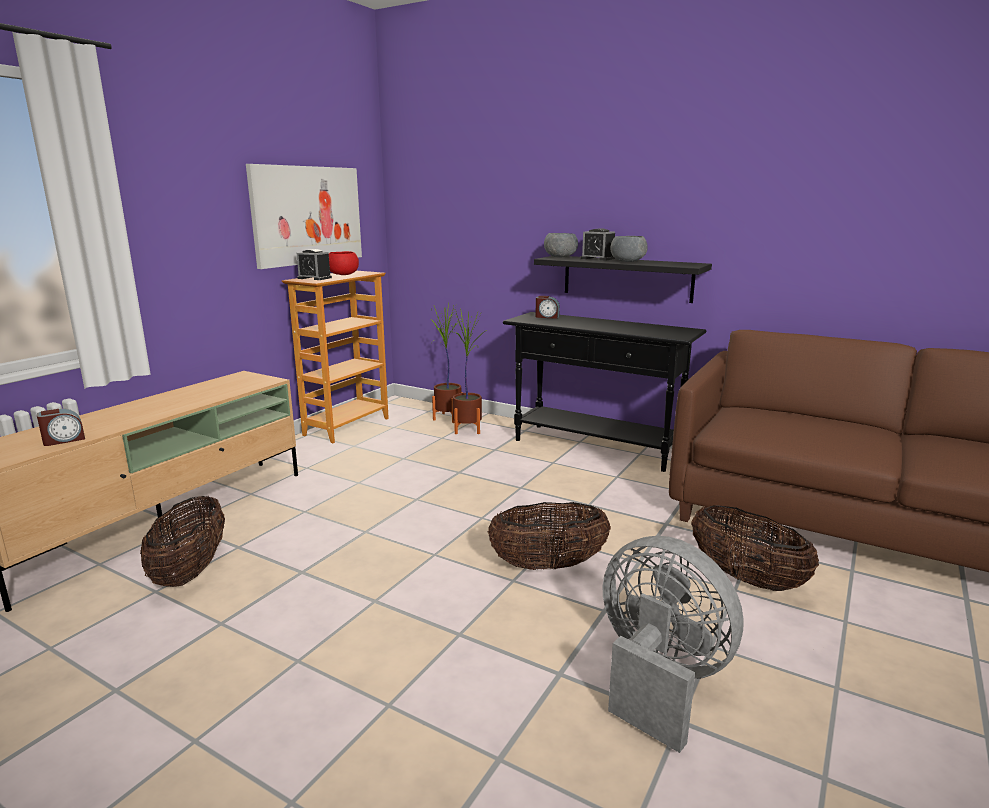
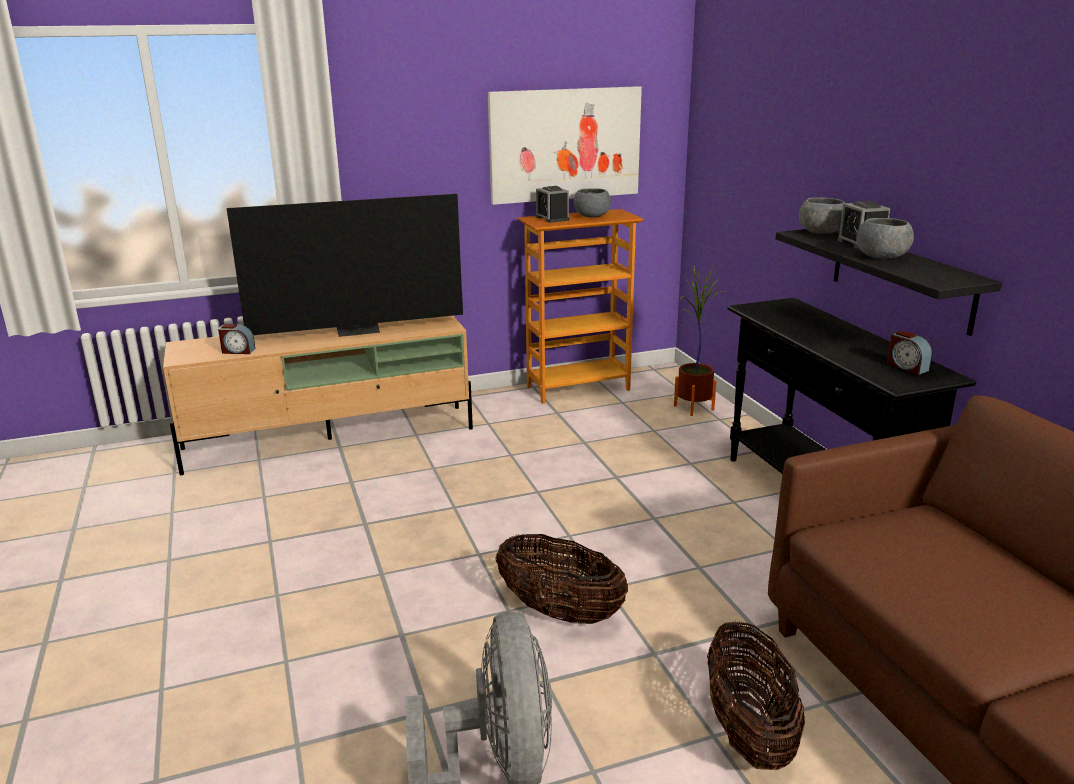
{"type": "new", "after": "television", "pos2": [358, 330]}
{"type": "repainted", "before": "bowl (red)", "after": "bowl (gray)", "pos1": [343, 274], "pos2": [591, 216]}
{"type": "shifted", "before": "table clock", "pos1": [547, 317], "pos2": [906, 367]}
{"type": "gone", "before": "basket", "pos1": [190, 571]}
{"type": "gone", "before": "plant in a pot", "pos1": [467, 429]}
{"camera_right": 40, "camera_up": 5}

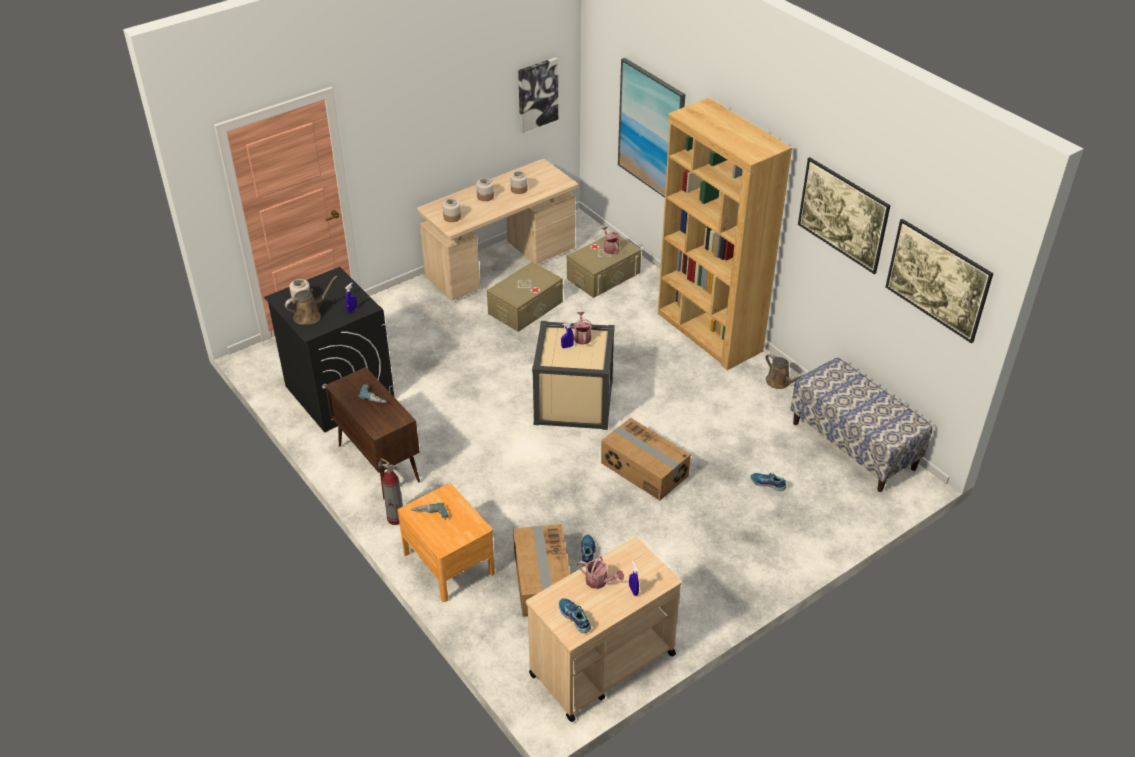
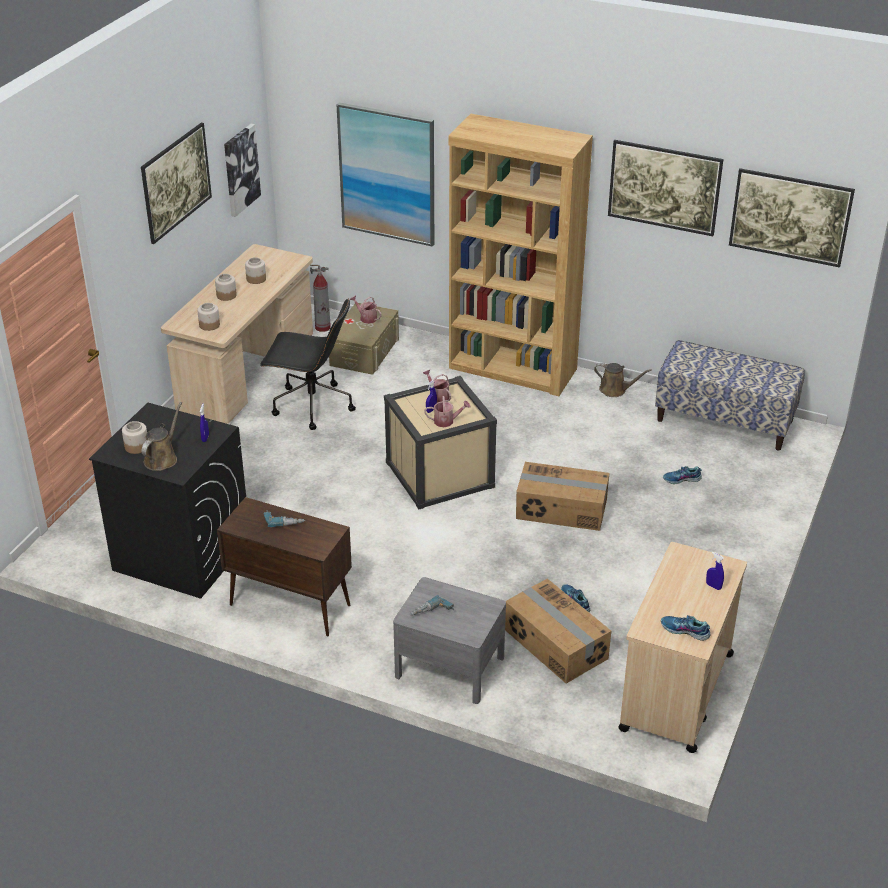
{"type": "new", "after": "wall picture", "pos2": [178, 201]}
{"type": "swapped", "before": "storage box (beige-coloured)", "after": "desk chair (blackish)", "pos1": [525, 308], "pos2": [311, 406]}
{"type": "shifted", "before": "extinguisher", "pos1": [396, 518], "pos2": [323, 327]}
{"type": "repainted", "before": "night table (brown)", "after": "night table (gray)", "pos1": [448, 563], "pos2": [449, 667]}
{"type": "shifted", "before": "watering can", "pos1": [599, 581], "pos2": [447, 421]}
{"camera_right": -30, "camera_up": -5}

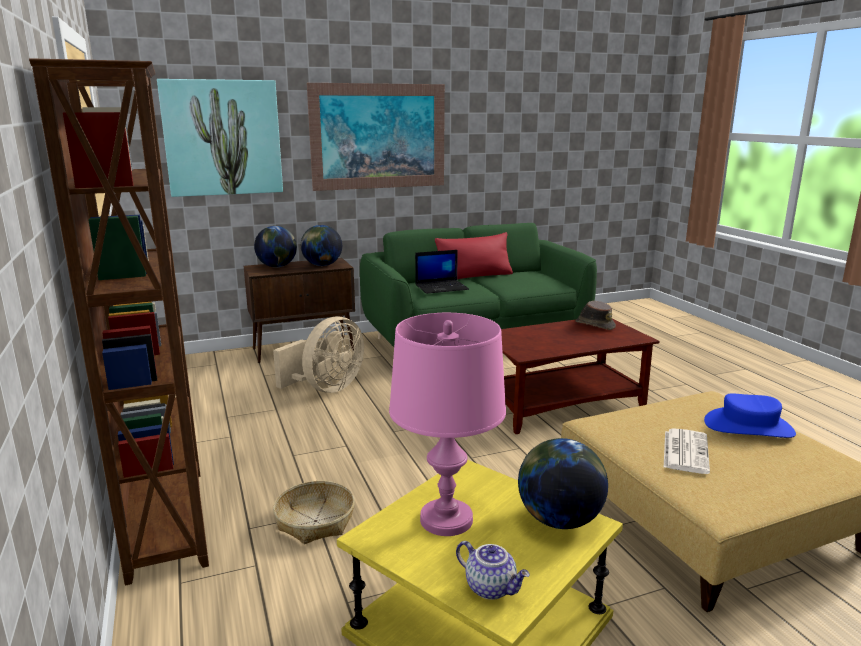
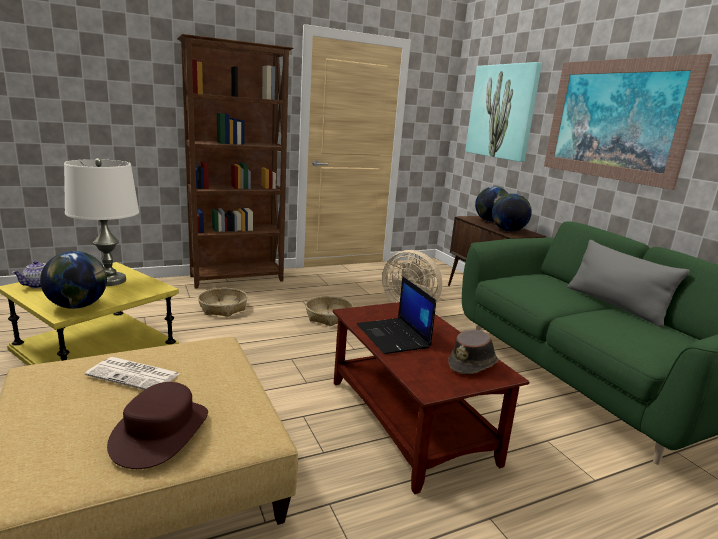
{"type": "repainted", "before": "tabletop lamp (pinkish)", "after": "tabletop lamp (white-coloured)", "pos1": [446, 520], "pos2": [109, 281]}
{"type": "repainted", "before": "wearable hat (blue)", "after": "wearable hat (brown)", "pos1": [748, 427], "pos2": [160, 432]}
{"type": "new", "after": "basket", "pos2": [329, 317]}
{"type": "shifted", "before": "laptop", "pos1": [442, 287], "pos2": [394, 336]}
{"type": "repainted", "before": "cushion (red)", "after": "cushion (gray)", "pos1": [474, 277], "pos2": [615, 305]}
{"camera_right": 85, "camera_up": 0}

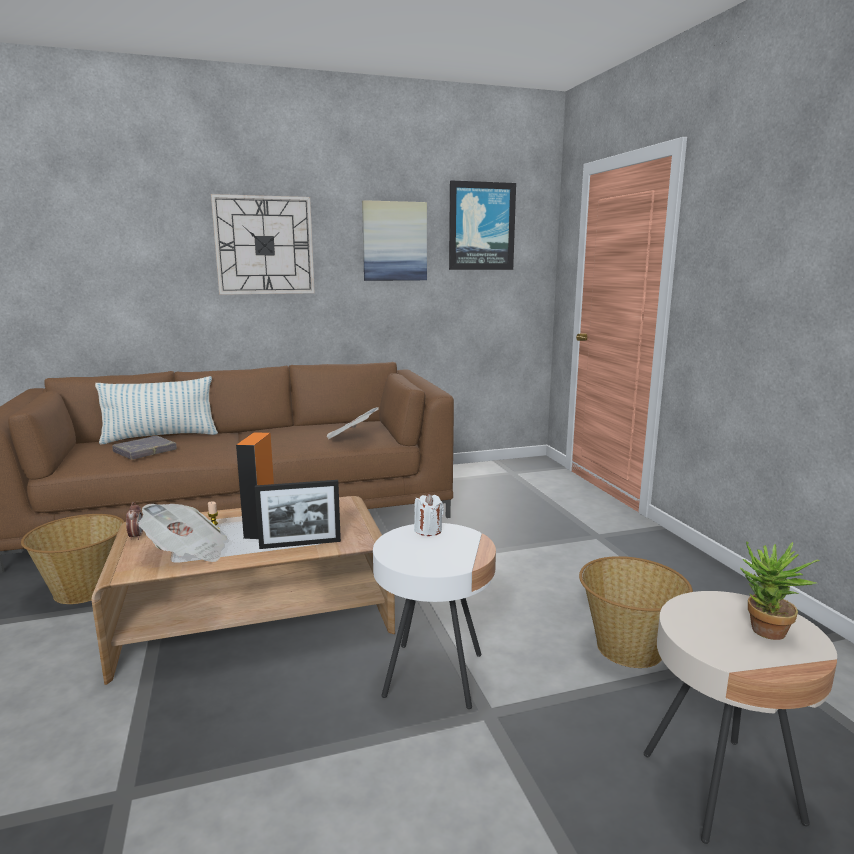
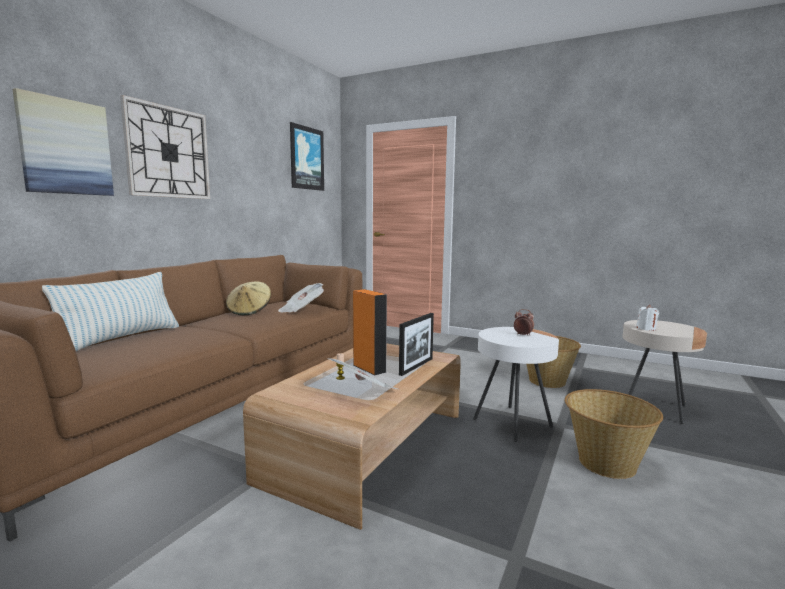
{"type": "shifted", "before": "wall picture", "pos1": [394, 241], "pos2": [66, 147]}
{"type": "new", "after": "wearable hat (beige-coloured)", "pos2": [249, 311]}
{"type": "shifted", "before": "table clock", "pos1": [136, 537], "pos2": [523, 335]}
{"type": "shifted", "before": "basket", "pos1": [83, 589], "pos2": [605, 463]}
{"type": "shifted", "before": "wax light (white-coloured)", "pos1": [428, 530], "pos2": [646, 328]}
{"type": "gone", "before": "bound book (gray)", "pos1": [145, 451]}
{"type": "gone", "before": "plant in a pot", "pos1": [765, 633]}
{"camera_right": -45, "camera_up": -5}

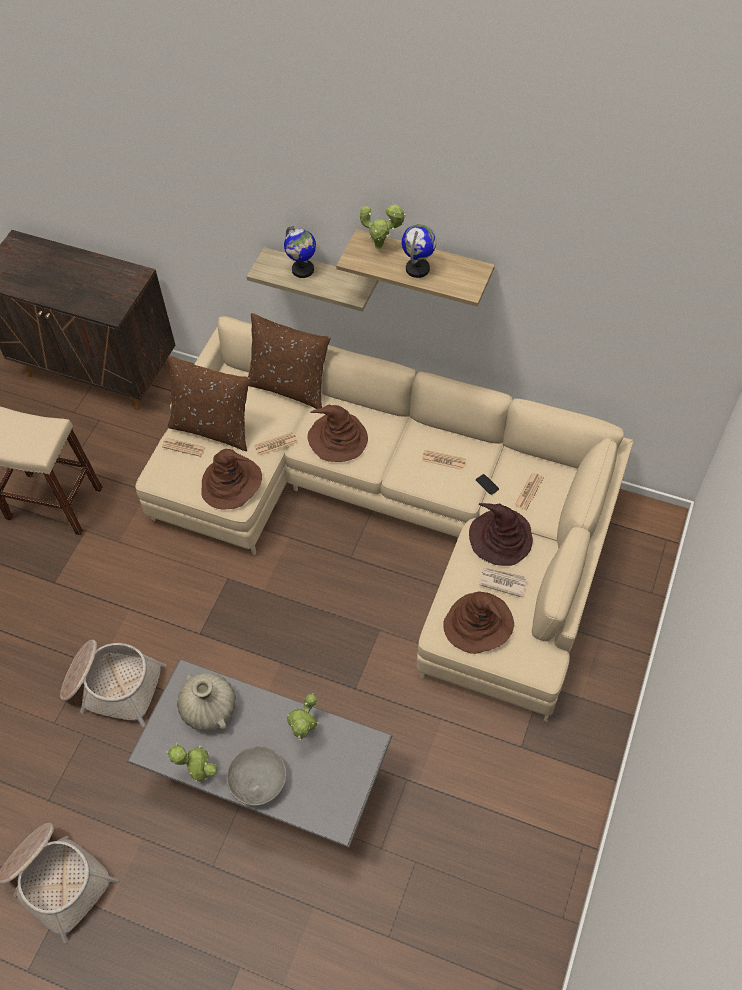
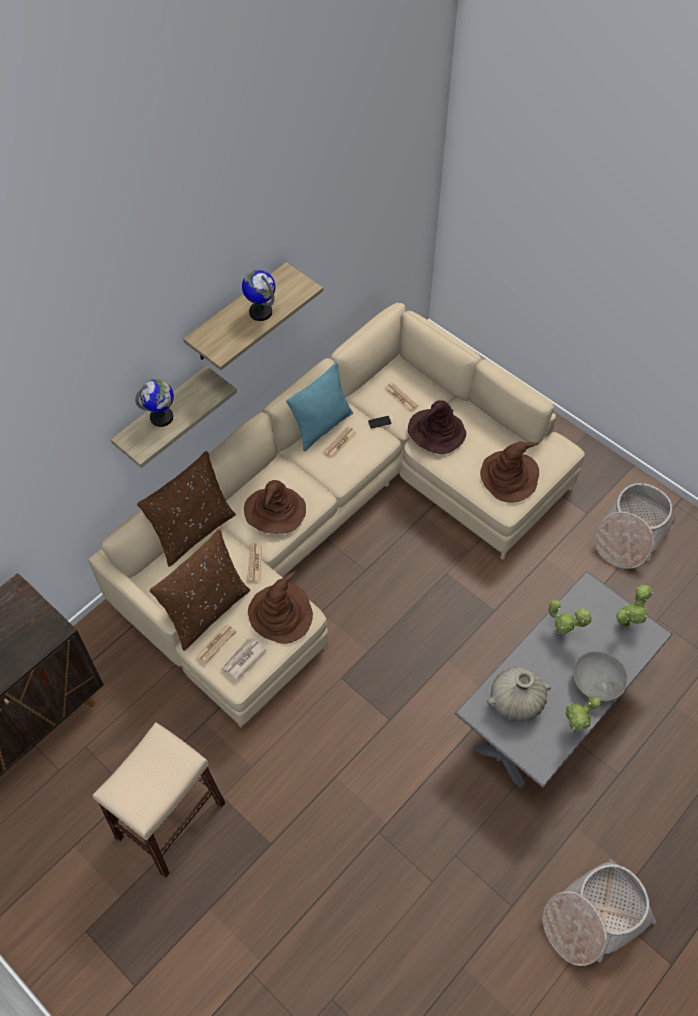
{"type": "shifted", "before": "newspaper", "pos1": [502, 582], "pos2": [243, 659]}
{"type": "new", "after": "cushion (blue-green)", "pos2": [322, 427]}
{"type": "shifted", "before": "basket", "pos1": [112, 686], "pos2": [630, 534]}
{"type": "shifted", "before": "plant in a pot", "pos1": [381, 247], "pos2": [626, 622]}
{"camera_right": -70, "camera_up": 0}

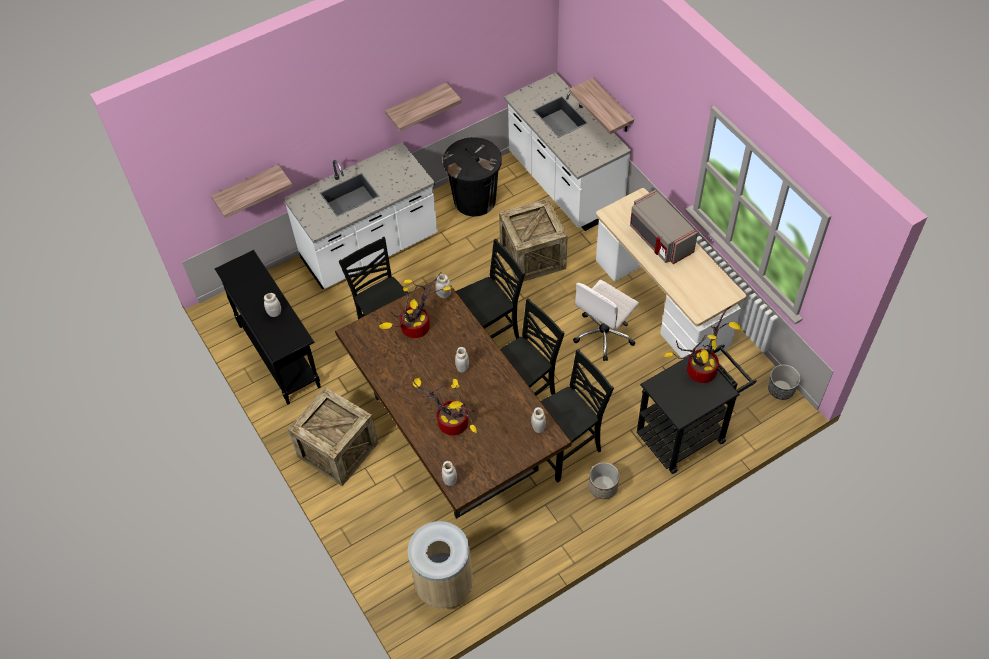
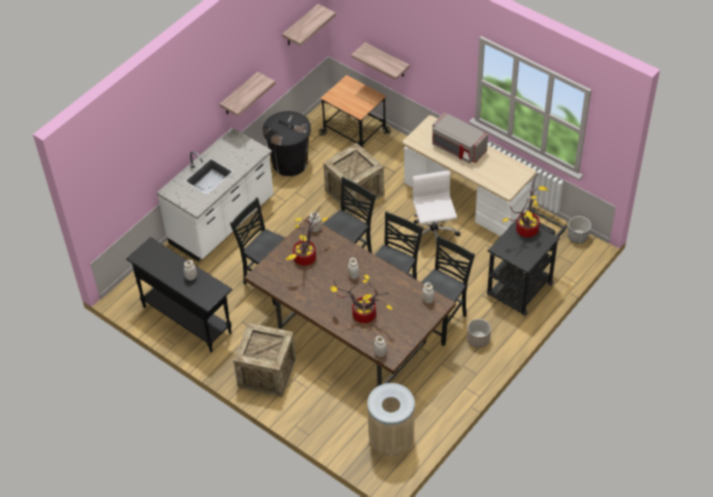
{"type": "shifted", "before": "shelf", "pos1": [247, 188], "pos2": [300, 26]}
{"type": "swapped", "before": "kitchen base unit (white-coloured)", "after": "wheeled cart", "pos1": [564, 184], "pos2": [355, 133]}
{"type": "rotated", "before": "desk chair (white-coloured)", "pos1": [604, 335], "pos2": [433, 234], "turn": 150}
{"camera_right": -20, "camera_up": -5}

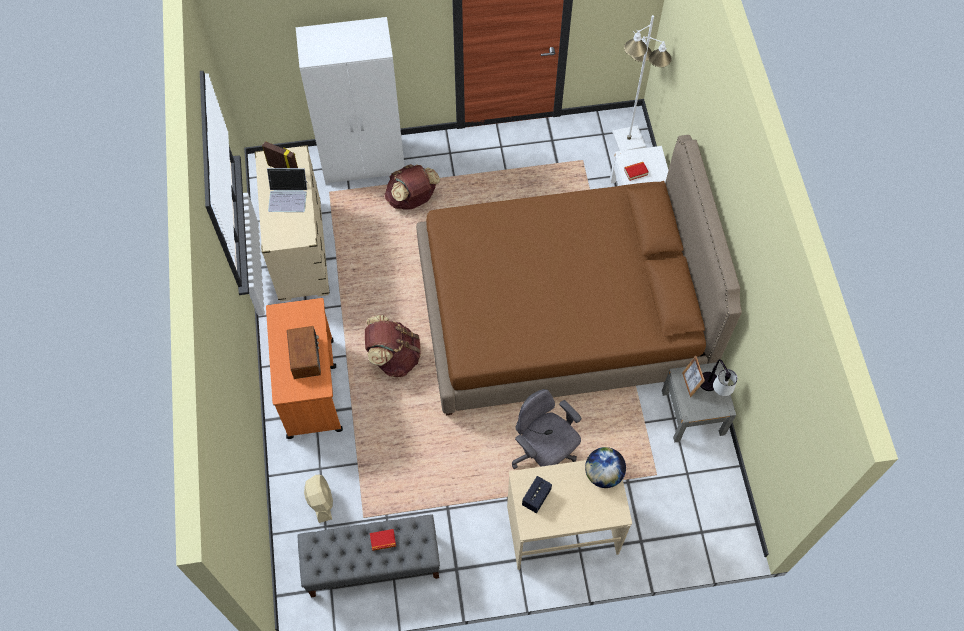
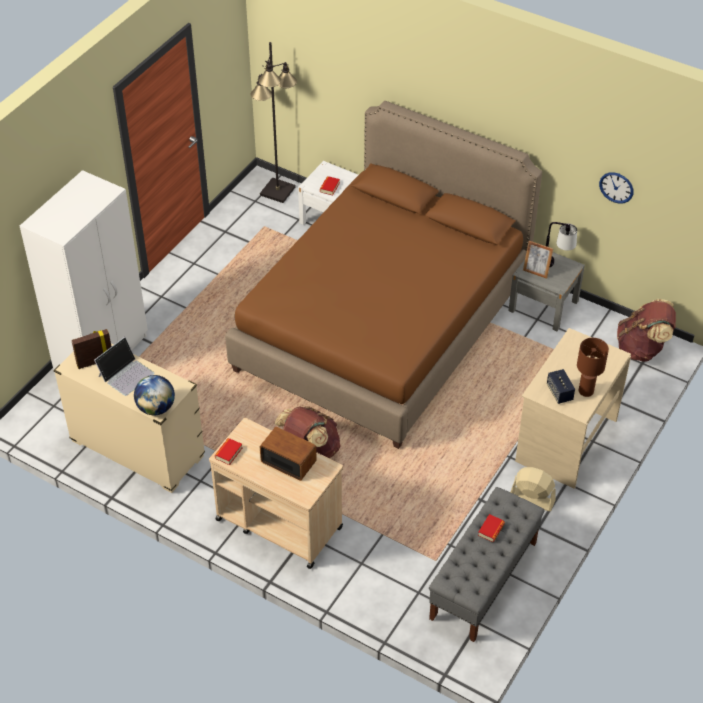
{"type": "shifted", "before": "desk globe", "pos1": [603, 474], "pos2": [156, 408]}
{"type": "repainted", "before": "wheeled cart (orange-coloured)", "after": "wheeled cart (beige-coloured)", "pos1": [311, 387], "pos2": [278, 523]}
{"type": "new", "after": "bound book", "pos2": [228, 453]}
{"type": "repainted", "before": "standard lamp (white-coloured)", "after": "standard lamp (blackish)", "pos1": [628, 139], "pos2": [277, 191]}
{"type": "shifted", "before": "fan (beige-coloured)", "pos1": [321, 501], "pos2": [531, 499]}
{"type": "new", "after": "tabletop lamp (brown)", "pos2": [585, 391]}
{"type": "new", "after": "wall clock", "pos2": [616, 187]}
{"type": "shifted", "before": "rucksack (brown)", "pos1": [412, 199], "pos2": [642, 348]}
{"type": "gone", "before": "desk chair (gray)", "pos1": [543, 455]}
{"camera_right": -50, "camera_up": -15}

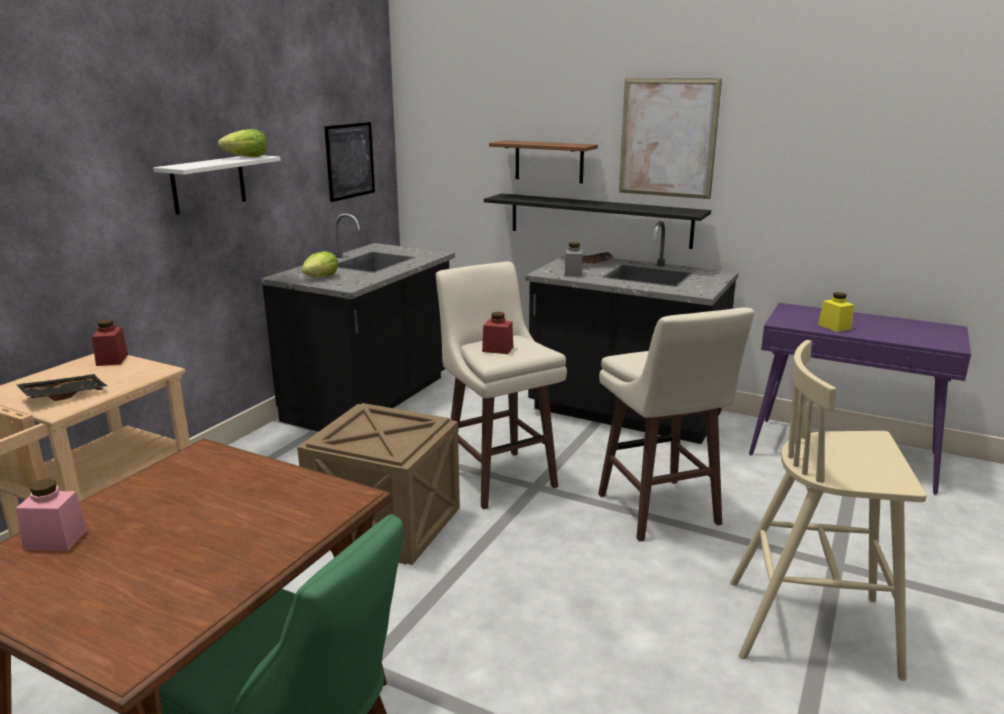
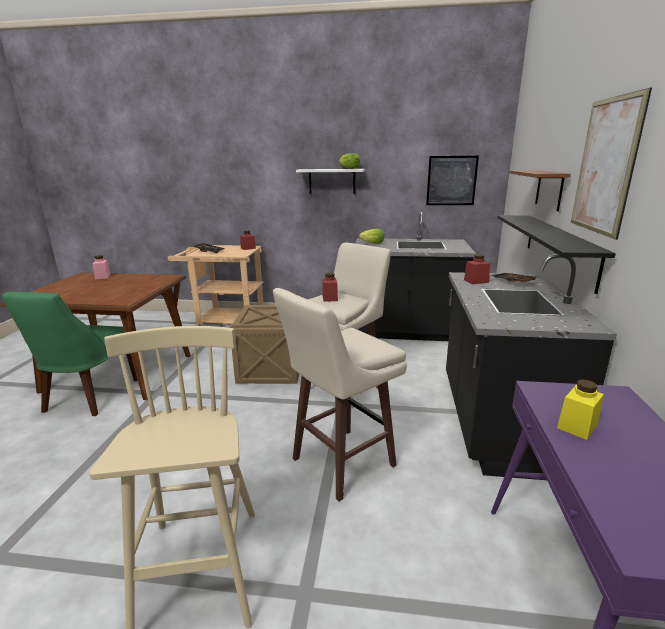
{"type": "repainted", "before": "jar (gray)", "after": "jar (red)", "pos1": [573, 273], "pos2": [476, 281]}
{"camera_right": 70, "camera_up": 0}

